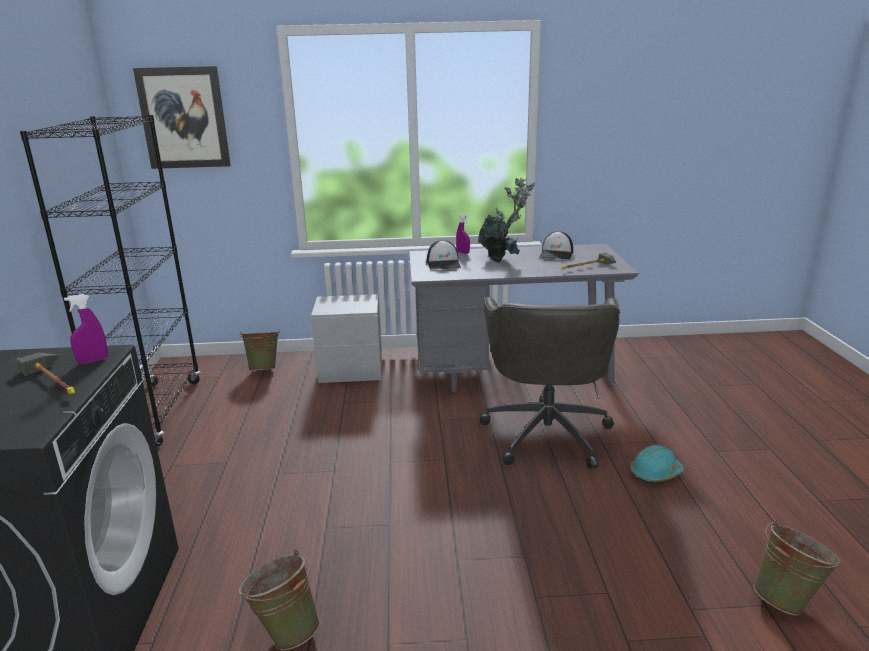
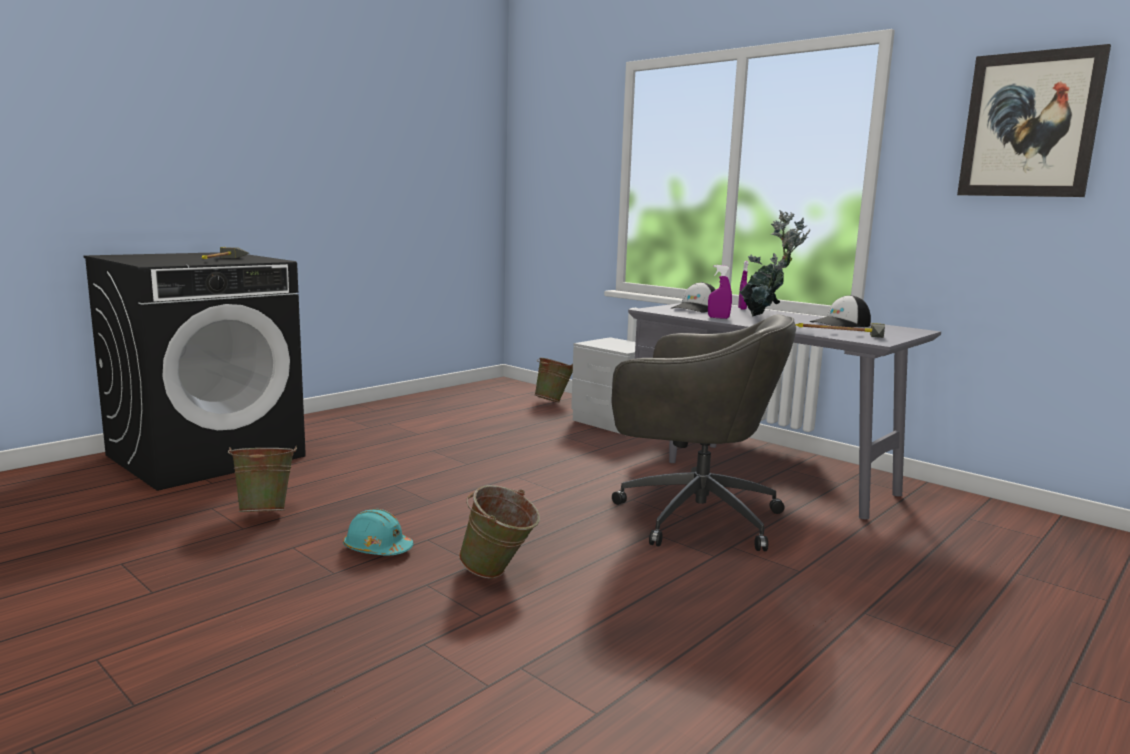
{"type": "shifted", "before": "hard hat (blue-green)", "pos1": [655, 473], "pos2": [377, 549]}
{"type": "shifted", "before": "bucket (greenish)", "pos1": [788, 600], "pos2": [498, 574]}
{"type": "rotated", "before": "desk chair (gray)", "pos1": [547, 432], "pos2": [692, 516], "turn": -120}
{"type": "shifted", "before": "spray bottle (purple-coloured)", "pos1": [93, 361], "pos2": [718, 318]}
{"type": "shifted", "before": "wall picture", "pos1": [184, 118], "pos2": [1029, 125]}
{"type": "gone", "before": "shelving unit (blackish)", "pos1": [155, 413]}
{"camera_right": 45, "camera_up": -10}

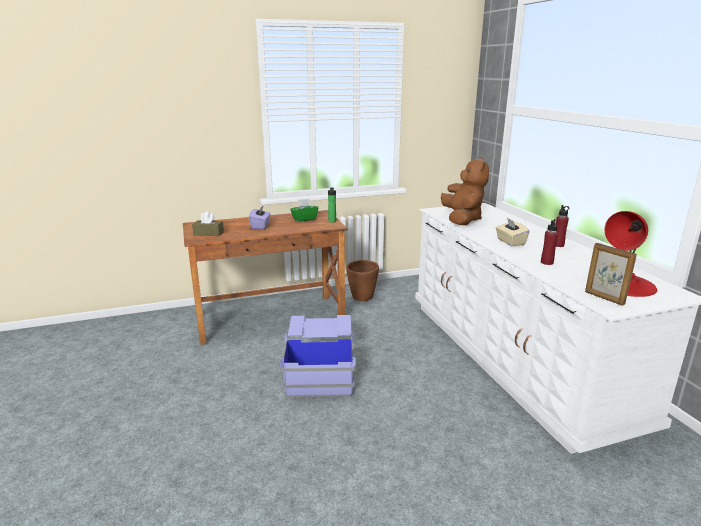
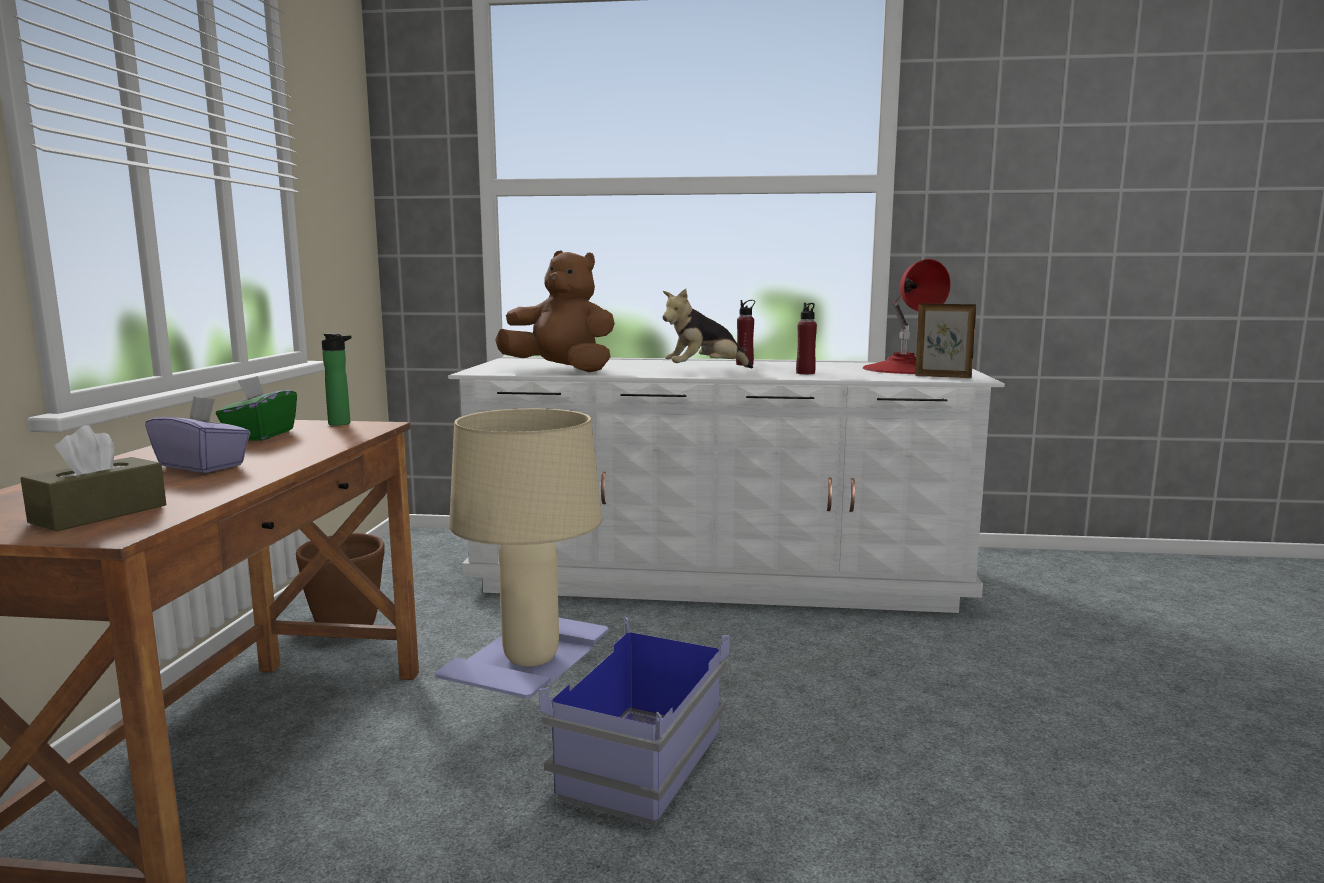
{"type": "new", "after": "tabletop lamp (beige-coloured)", "pos2": [531, 657]}
{"type": "swapped", "before": "tissue box (beige-coloured)", "after": "cuddly toy", "pos1": [510, 242], "pos2": [704, 371]}
{"type": "rotated", "before": "photo frame", "pos1": [604, 298], "pos2": [942, 376], "turn": -150}
{"camera_right": -65, "camera_up": -10}

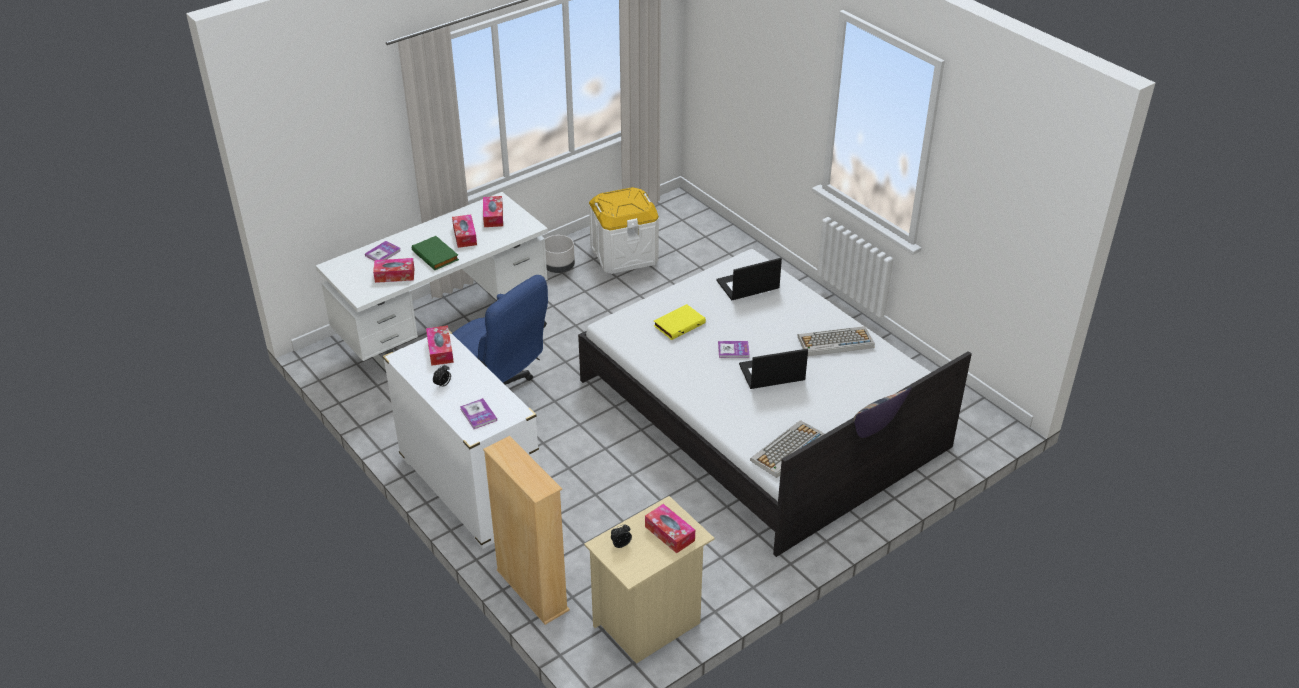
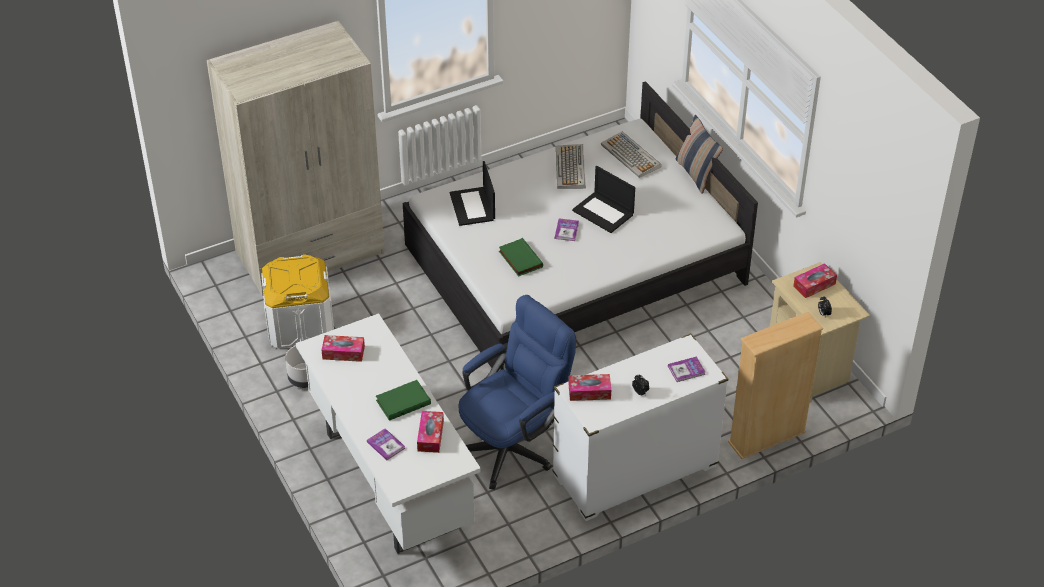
{"type": "new", "after": "clothes cupboard (beige-coloured)", "pos2": [311, 253]}
{"type": "repainted", "before": "bound book (yellowish)", "after": "bound book (greenish)", "pos1": [679, 324], "pos2": [519, 259]}
{"type": "rotated", "before": "laptop", "pos1": [771, 373], "pos2": [604, 212], "turn": -45}
{"type": "shifted", "before": "PC keyboard", "pos1": [788, 450], "pos2": [631, 156]}
{"type": "gone", "before": "tissue box", "pos1": [465, 236]}
{"camera_right": -80, "camera_up": 5}

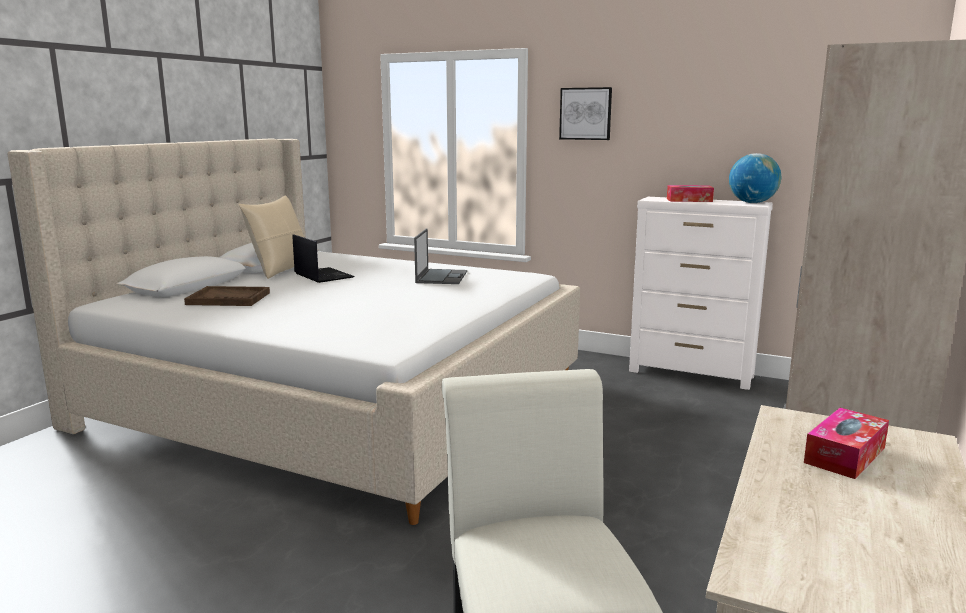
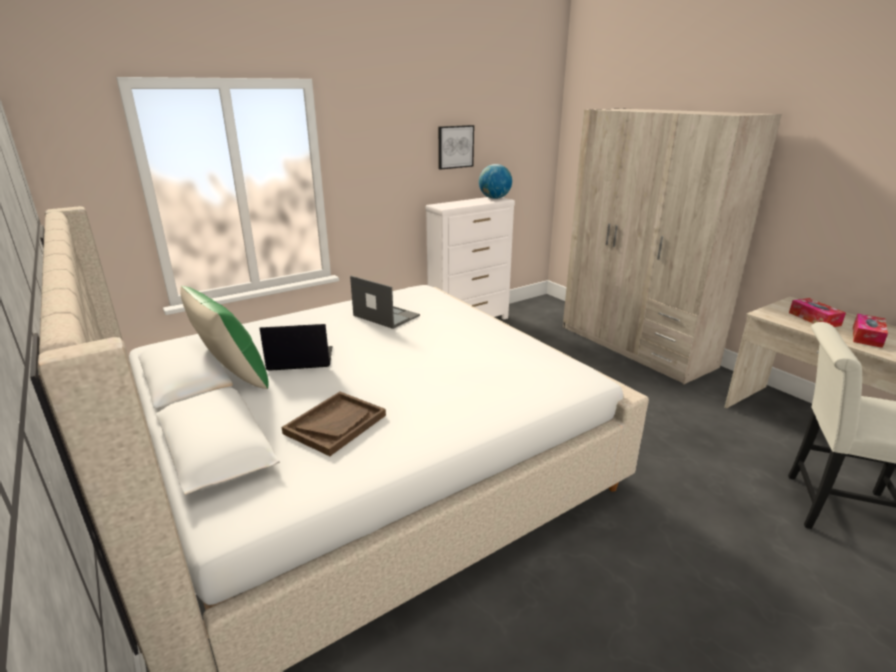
{"type": "repainted", "before": "cushion (beige-coloured)", "after": "cushion (greenish)", "pos1": [280, 270], "pos2": [233, 376]}
{"type": "shifted", "before": "wall picture", "pos1": [585, 113], "pos2": [455, 147]}
{"type": "shifted", "before": "tissue box", "pos1": [689, 200], "pos2": [867, 336]}
{"camera_right": -60, "camera_up": 10}

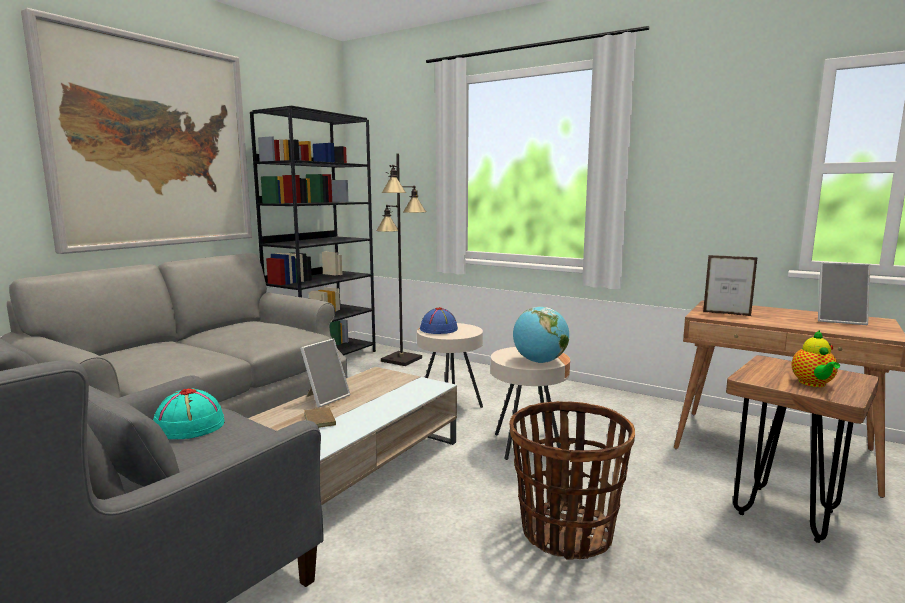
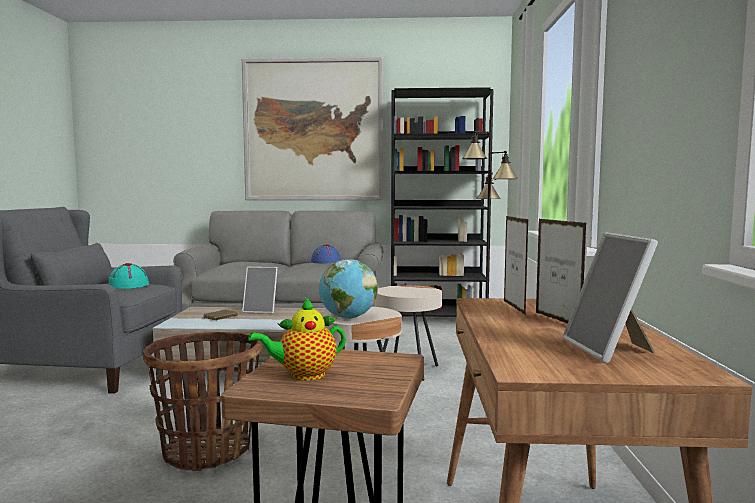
{"type": "shifted", "before": "wearable hat (blue)", "pos1": [439, 330], "pos2": [325, 262]}
{"type": "new", "after": "photo frame", "pos2": [557, 320]}
{"camera_right": 60, "camera_up": -5}

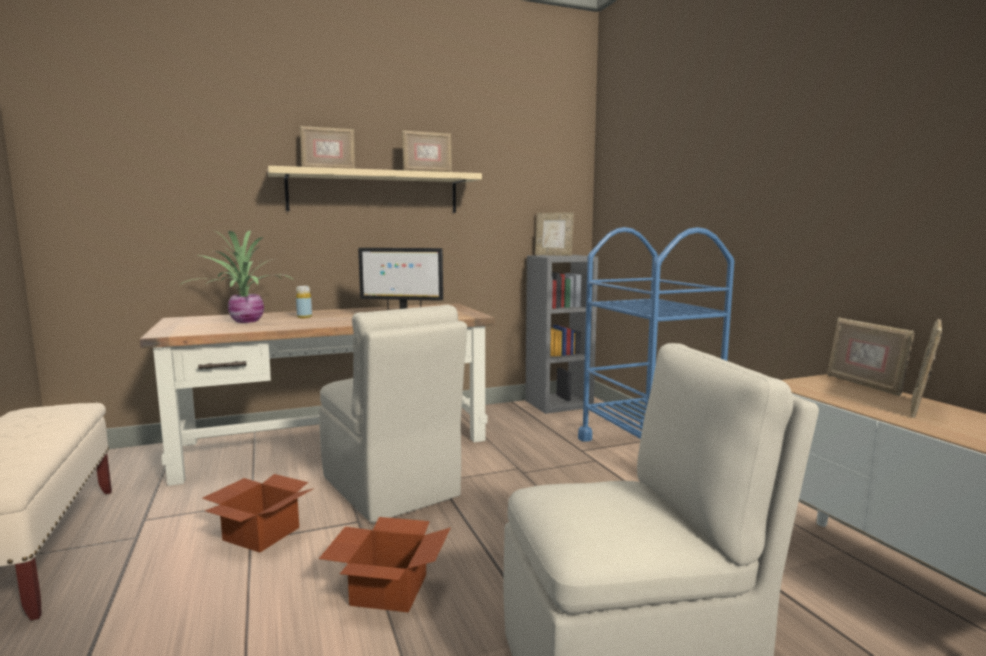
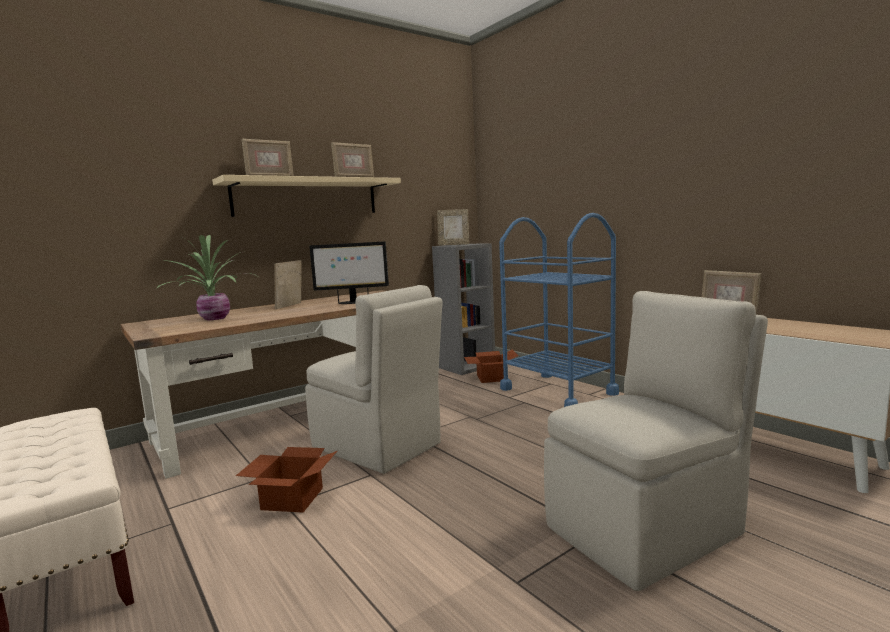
{"type": "shifted", "before": "photo frame", "pos1": [920, 408], "pos2": [290, 306]}
{"type": "shifted", "before": "carton", "pos1": [387, 588], "pos2": [490, 378]}
{"type": "gone", "before": "beverage bottle (yellowish)", "pos1": [304, 317]}
{"camera_right": -15, "camera_up": 0}

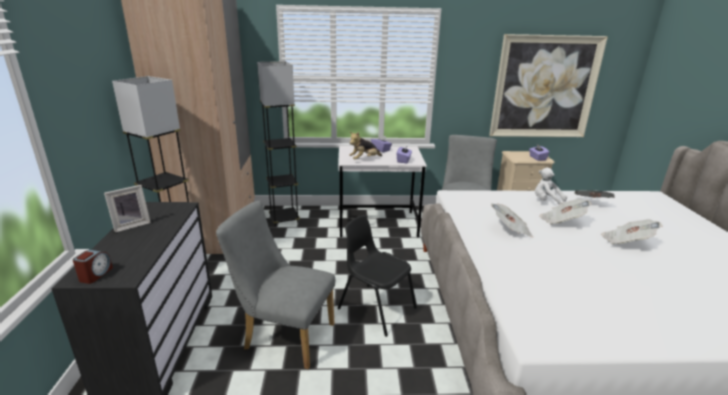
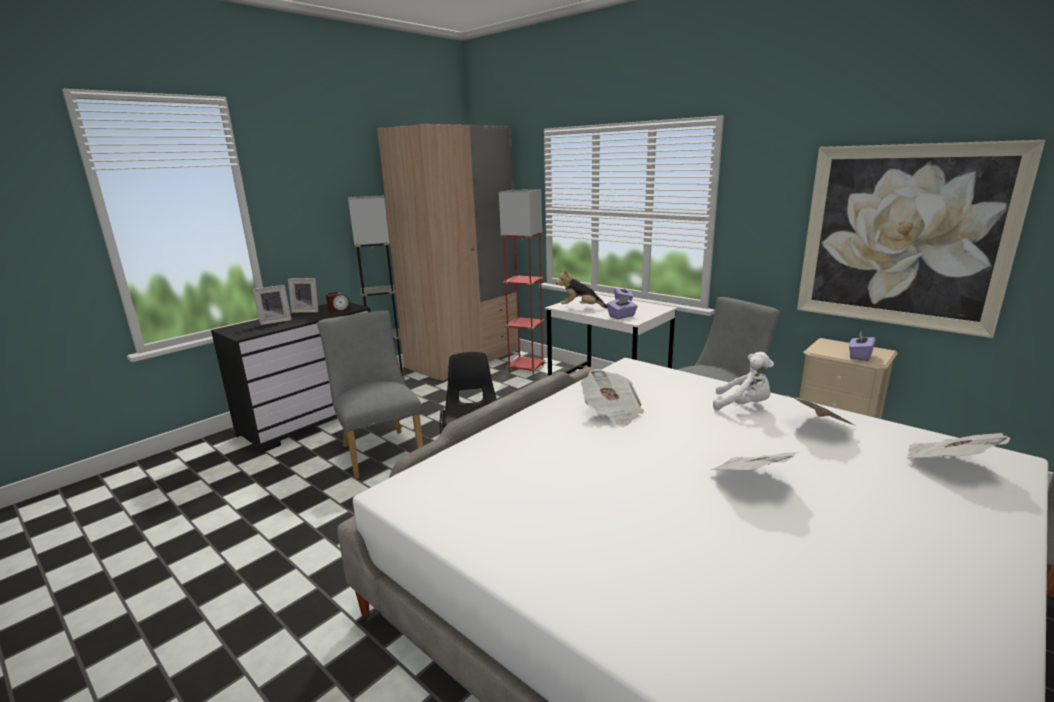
{"type": "new", "after": "photo frame", "pos2": [275, 321]}
{"type": "shifted", "before": "table clock", "pos1": [95, 274], "pos2": [339, 310]}
{"type": "repainted", "before": "standard lamp (gray)", "after": "standard lamp (red)", "pos1": [284, 219], "pos2": [526, 368]}
{"type": "rotated", "before": "cuddly toy (white-coloured)", "pos1": [547, 202], "pos2": [743, 406], "turn": 135}
{"type": "shifted", "before": "newspaper", "pos1": [561, 221], "pos2": [947, 464]}
{"camera_right": 45, "camera_up": -5}

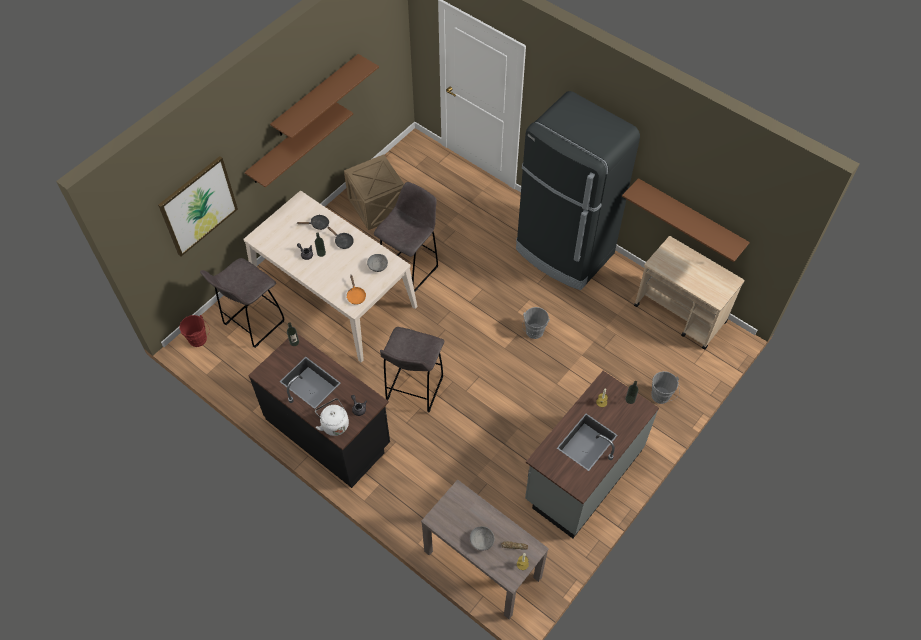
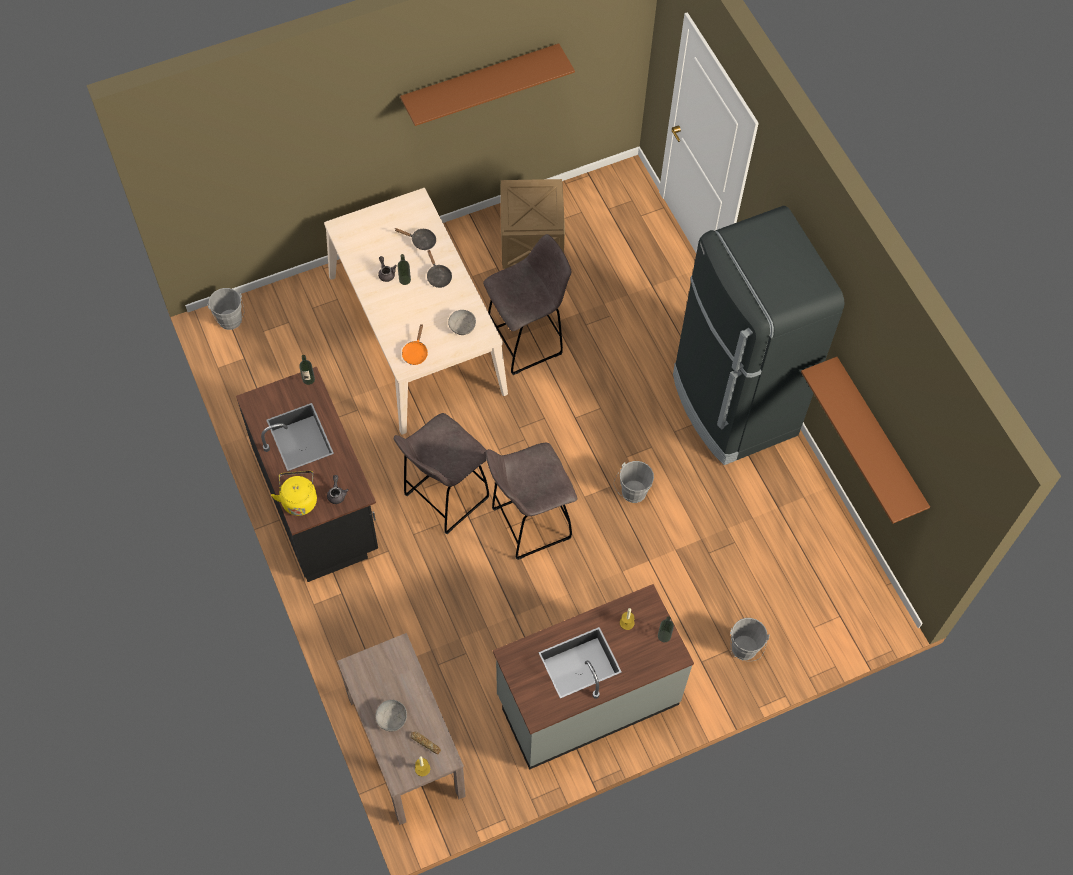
{"type": "repainted", "before": "bucket (red)", "after": "bucket (gray)", "pos1": [199, 340], "pos2": [231, 322]}
{"type": "repainted", "before": "tea kettle (white-coloured)", "after": "tea kettle (yellowish)", "pos1": [334, 424], "pos2": [299, 499]}
{"type": "shifted", "before": "sitting stool (gray)", "pos1": [252, 324], "pos2": [528, 524]}
{"type": "gone", "before": "wall picture", "pos1": [198, 206]}
{"type": "gone", "before": "shelf (brown)", "pos1": [291, 143]}
{"type": "gone", "before": "wheeled cart (beige-coloured)", "pos1": [680, 314]}
{"camera_right": 25, "camera_up": 5}

